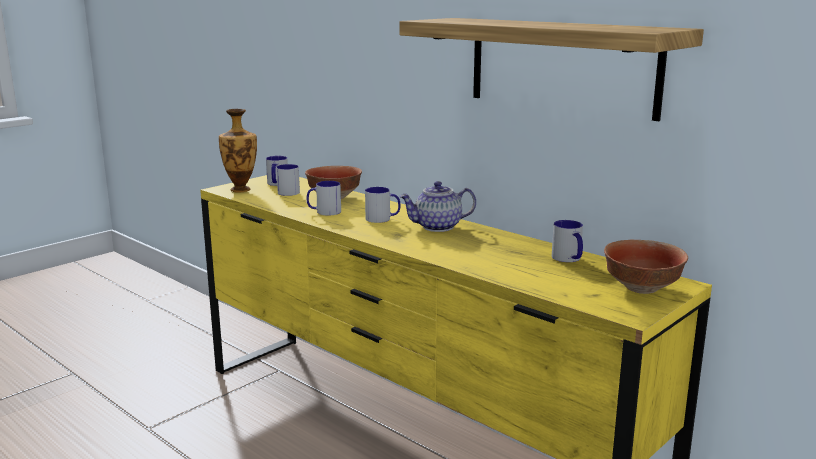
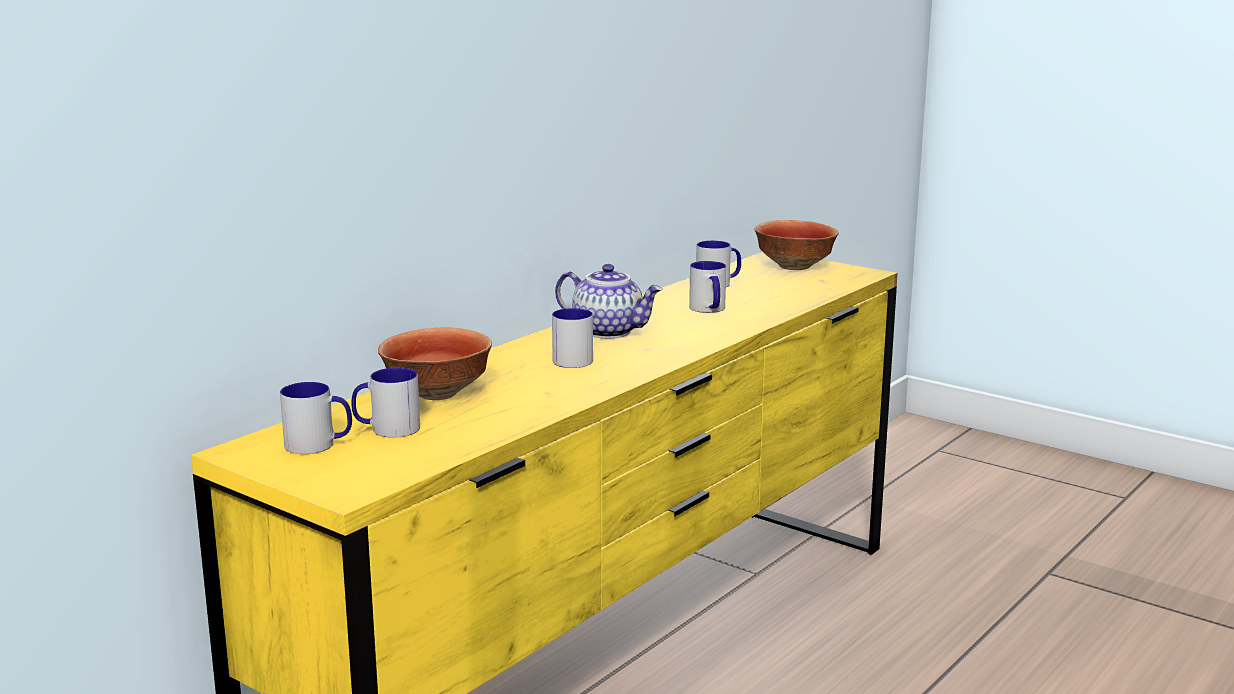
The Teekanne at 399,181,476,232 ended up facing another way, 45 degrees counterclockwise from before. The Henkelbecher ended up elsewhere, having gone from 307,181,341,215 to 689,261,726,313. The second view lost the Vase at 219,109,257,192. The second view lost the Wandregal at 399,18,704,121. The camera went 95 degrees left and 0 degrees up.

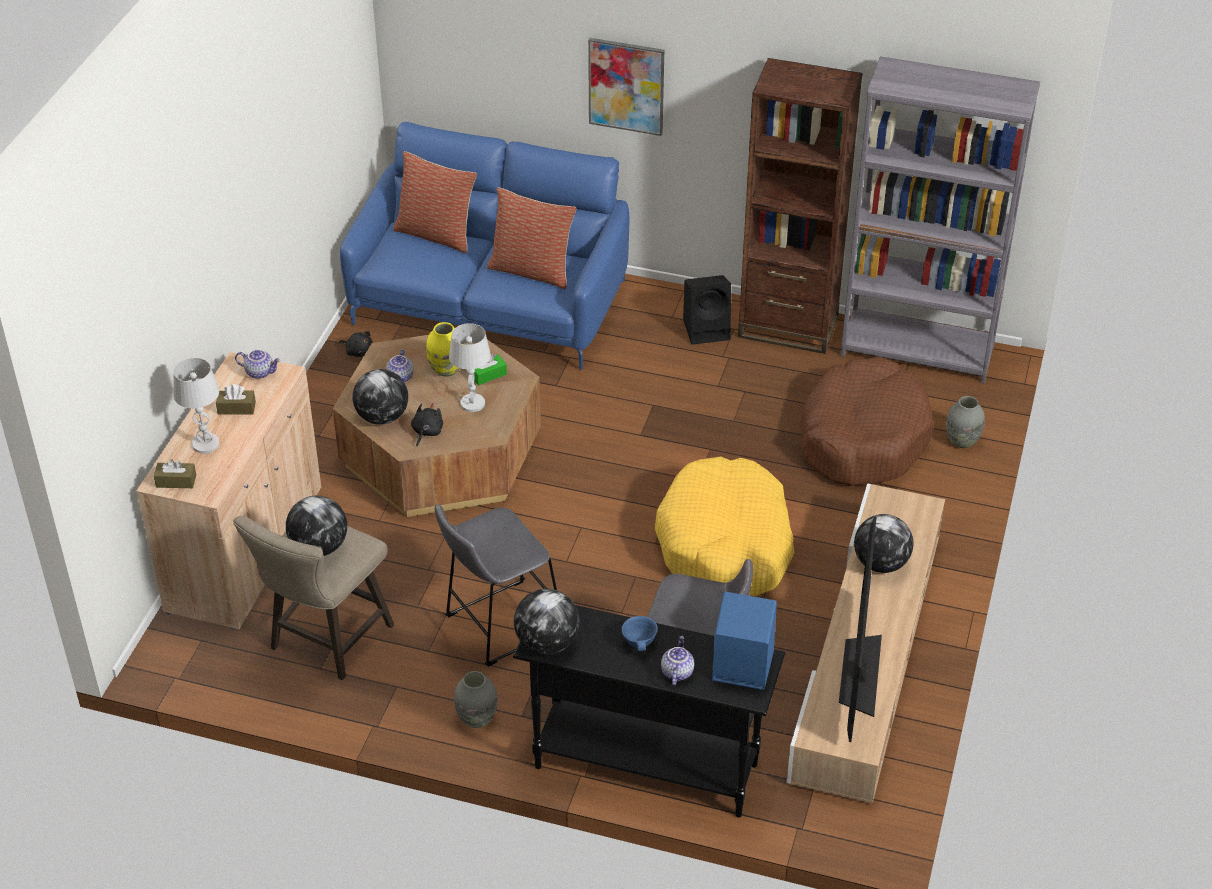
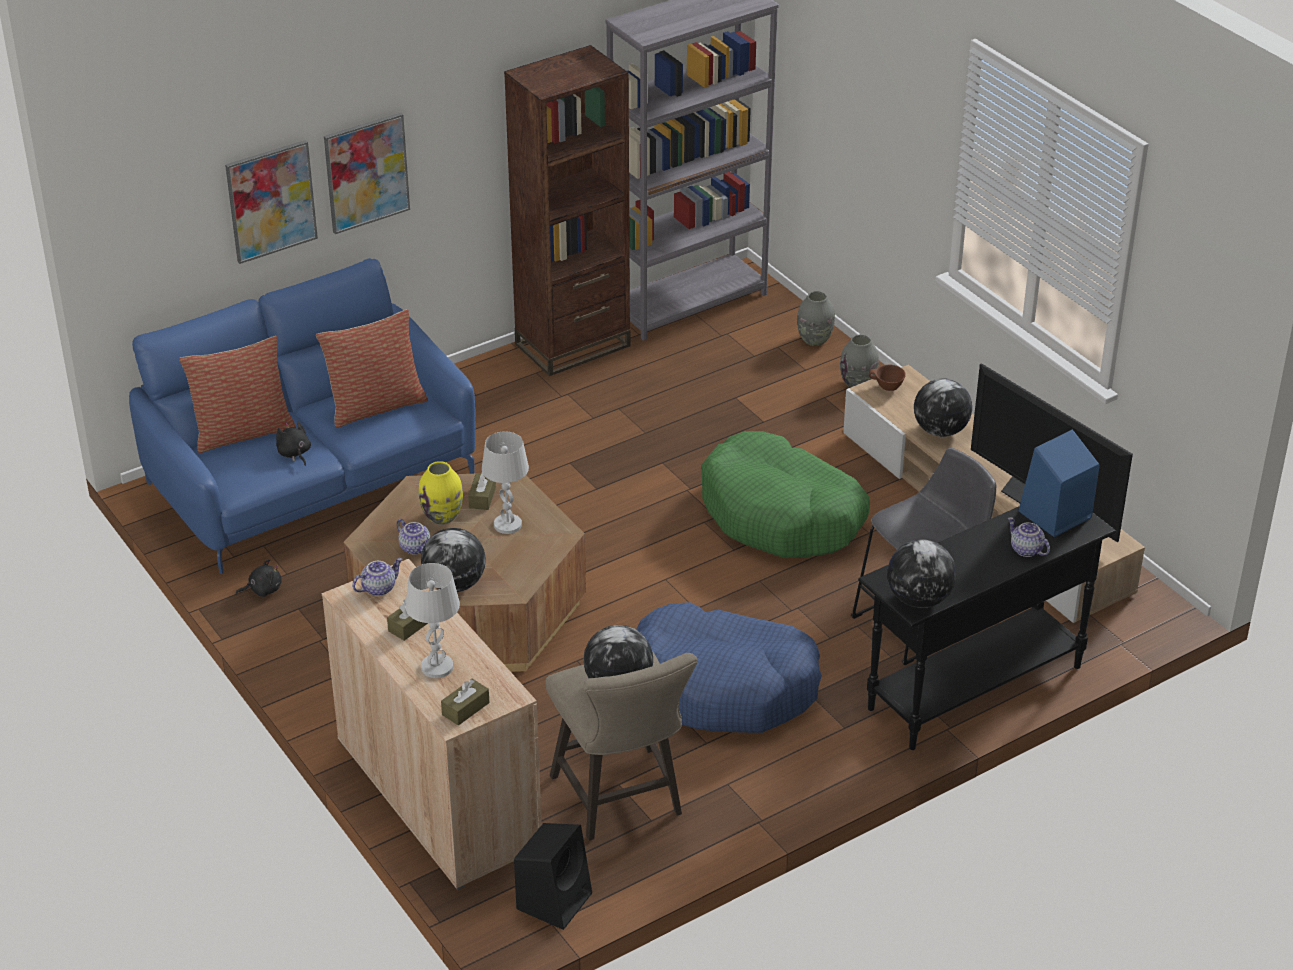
The second view gained the Bild at 225,140,318,264. The Plüschtier (schwarz) ended up elsewhere, having gone from 411,403,443,446 to 276,422,311,466. What was the Taschentuchbox (grün) at 474,354,507,386 turned into the Taschentuchbox (braun) at 468,473,496,510. The Lautsprecher (schwarz) ended up elsewhere, having gone from 683,275,731,345 to 514,823,592,930. Where the Hocker (grau) stood at 435,504,557,667, the Hundebett (blau) came to stand at 637,602,822,733. What was the Hundebett (gelb) at 655,456,795,596 turned into the Hundebett (grün) at 701,431,870,558. The Vase (grau) ended up elsewhere, having gone from 454,671,498,728 to 840,335,879,388. The second view gained the Schüssel (braun) at 869,365,906,391. The second view lost the Schüssel (blau) at 621,616,658,651. The second view lost the Hundebett (braun) at 801,357,934,486. The camera went 50 degrees left and 5 degrees down.

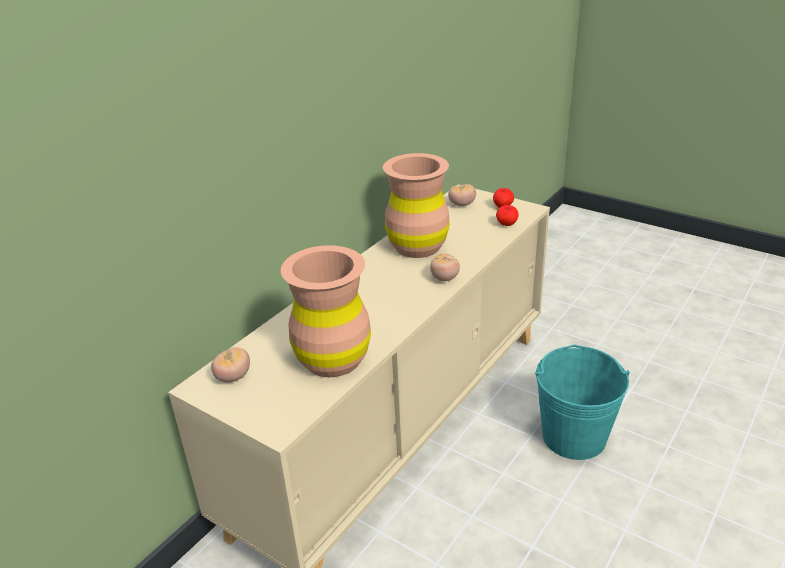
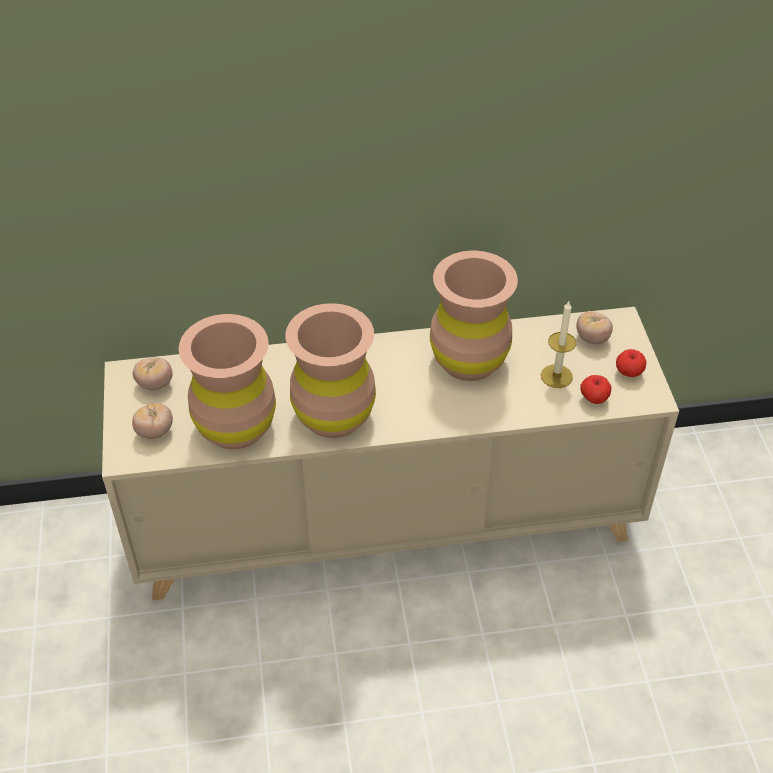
The Tomate ended up elsewhere, having gone from 430,254,460,281 to 132,403,173,439. The second view gained the Vase (braun) at 286,303,376,438. The second view gained the Kerze at 541,301,576,388. The second view lost the Eimer (türkis) at 535,345,630,460. The camera went 45 degrees right and 15 degrees up.

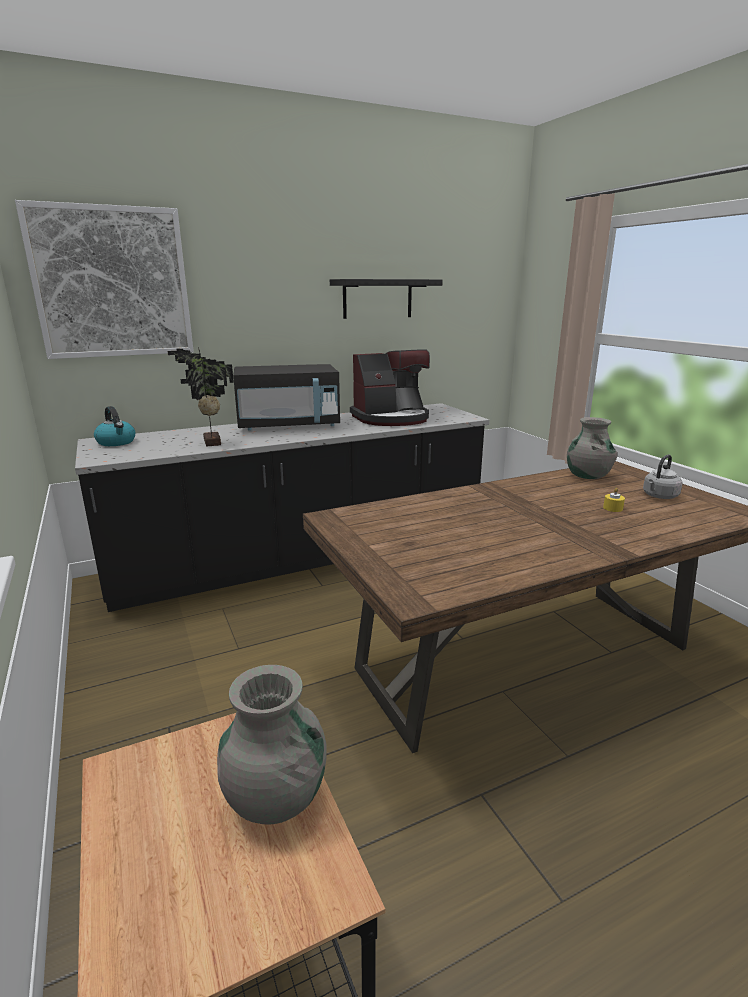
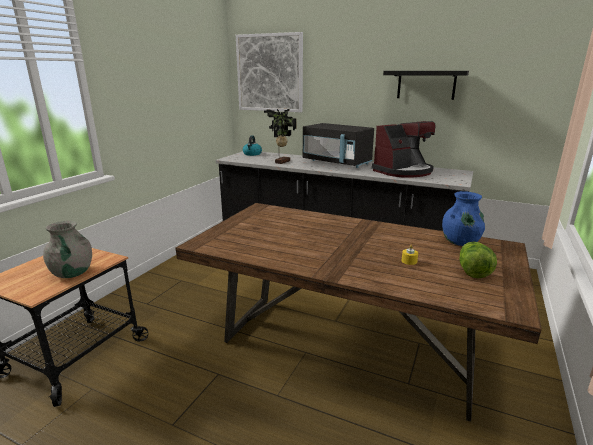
The Kaffeemaschine at 350,349,430,426 ended up facing another way, 60 degrees counterclockwise from before. What was the Vase (grau) at 567,417,618,479 turned into the Vase (blau) at 442,191,485,246. Where the Wasserkessel (grau) stood at 643,455,683,499, the Salatkopf came to stand at 459,242,497,278. The camera went 50 degrees right and 0 degrees up.

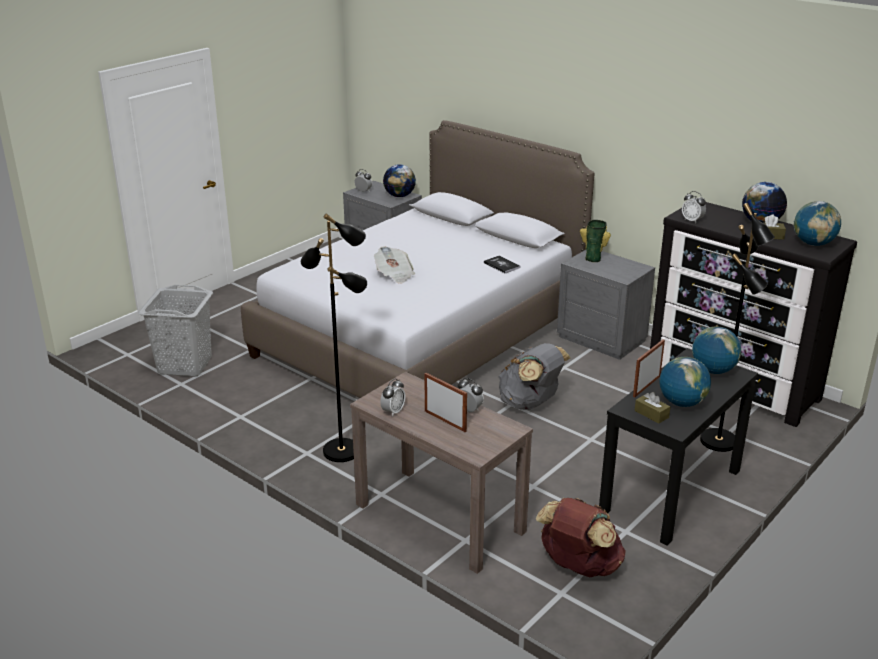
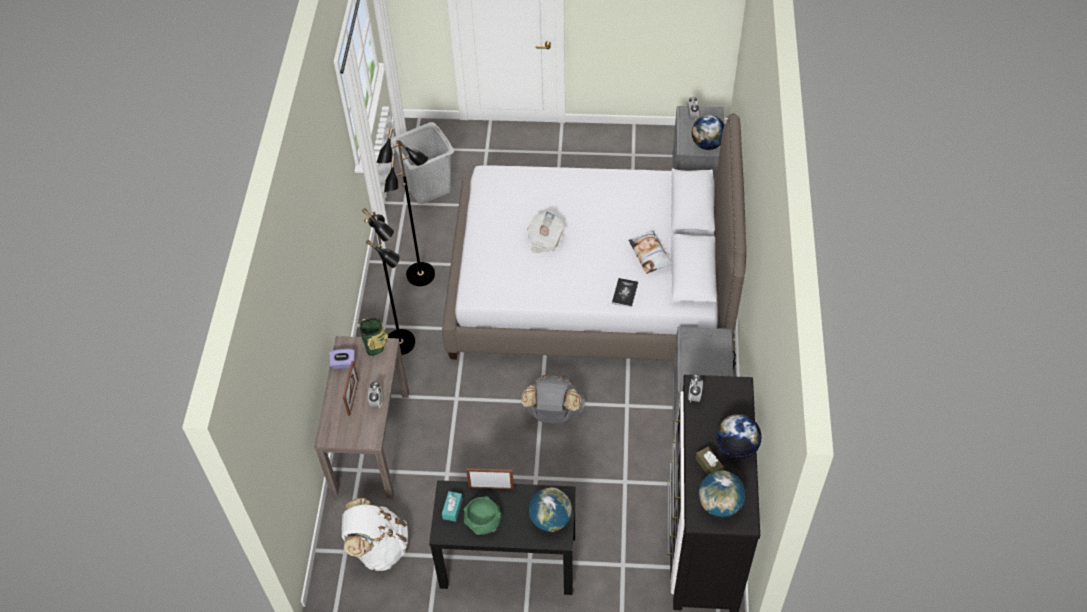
Where the Wecker stood at 380,378,405,417, the Taschentuchbox (lila) came to stand at 329,349,355,369. What was the Rucksack (braun) at 536,498,626,577 turned into the Rucksack (weiß) at 342,498,408,571. The Vase ended up elsewhere, having gone from 580,220,611,262 to 359,318,388,356. The Stehlampe (schwarz) ended up elsewhere, having gone from 700,203,775,452 to 377,128,435,286. What was the Taschentuchbox (braun) at 634,392,671,424 turned into the Taschentuchbox (türkis) at 442,491,463,522. Where the Globus stood at 660,357,711,407, the Schüssel (grün) came to stand at 464,496,501,535. The second view gained the Kissen at 628,230,672,274. The camera went 55 degrees right and 25 degrees up.

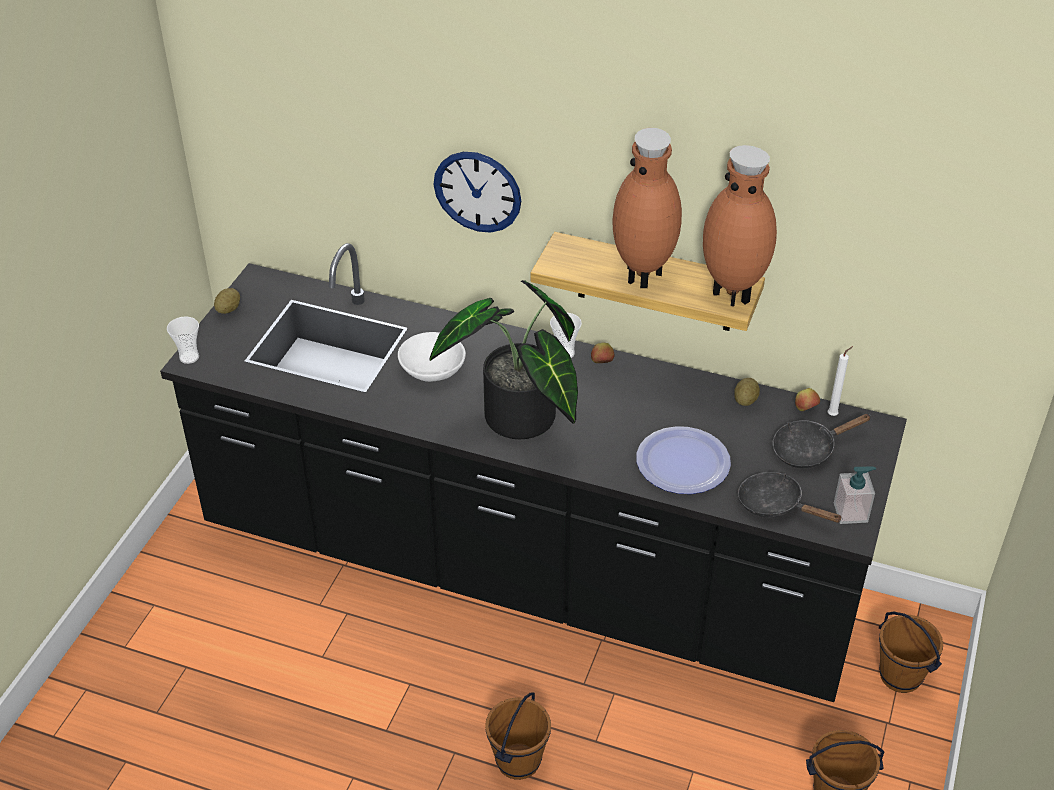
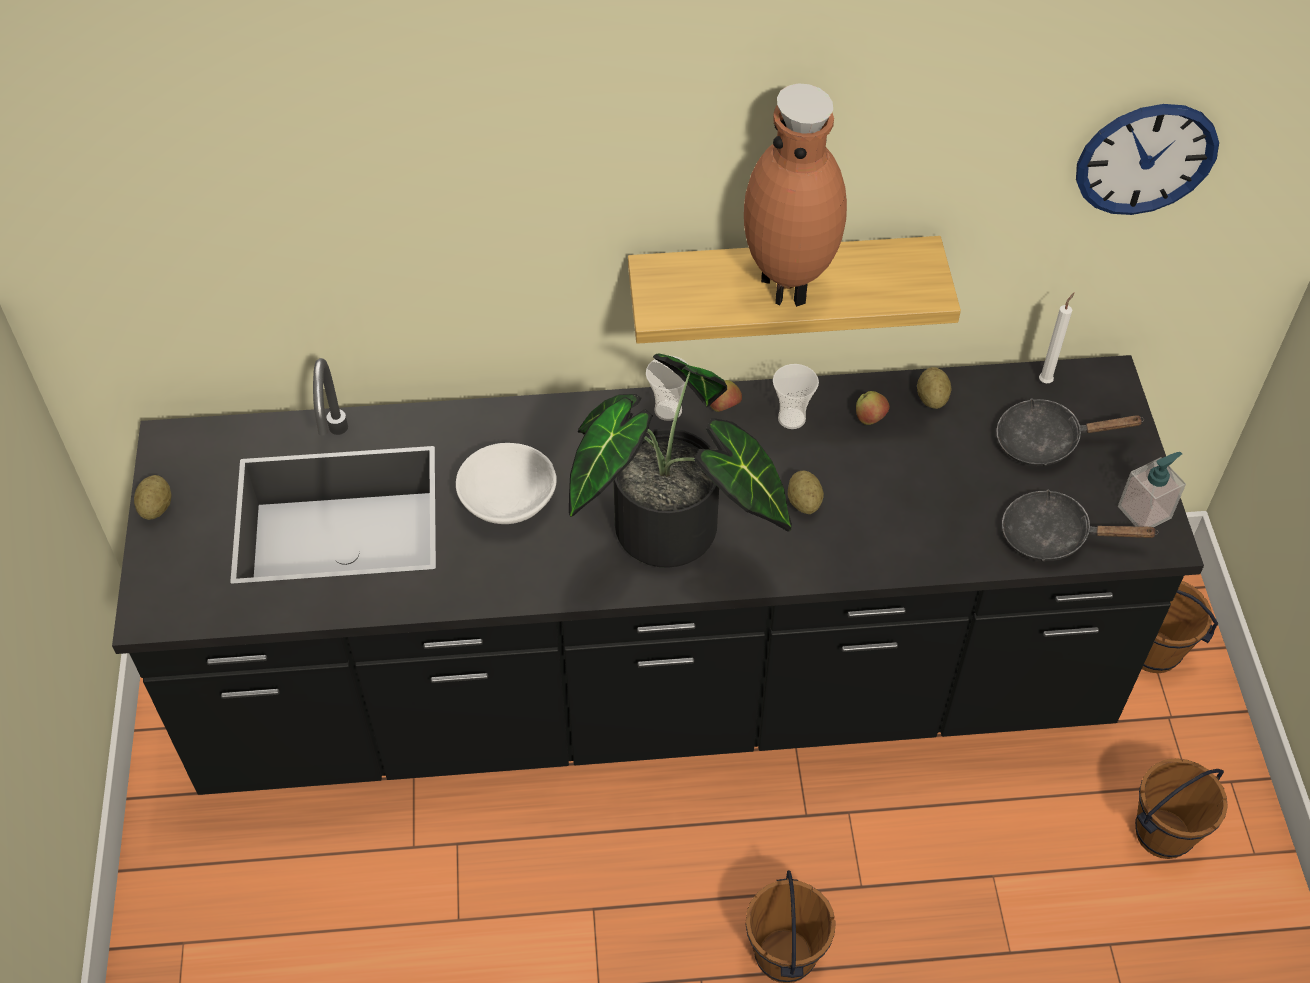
The Tasse ended up elsewhere, having gone from 167,316,199,364 to 773,364,819,429. The second view gained the Kartoffel at 788,471,824,514. The Apfel ended up elsewhere, having gone from 795,388,820,411 to 856,391,890,425. The Pfanne (schwarz) at 773,414,871,468 ended up facing another way, 45 degrees clockwise from before. The Wanduhr ended up elsewhere, having gone from 433,152,521,233 to 1076,104,1219,215. The second view lost the Teller at 636,426,731,494. The second view lost the Vase (braun) at 703,145,777,306. The camera went 25 degrees left and 10 degrees up.

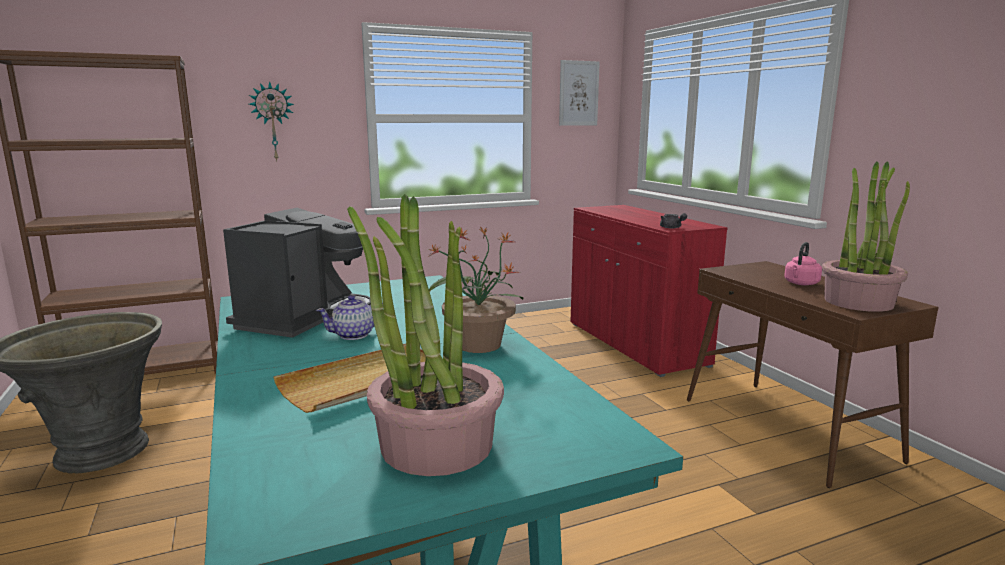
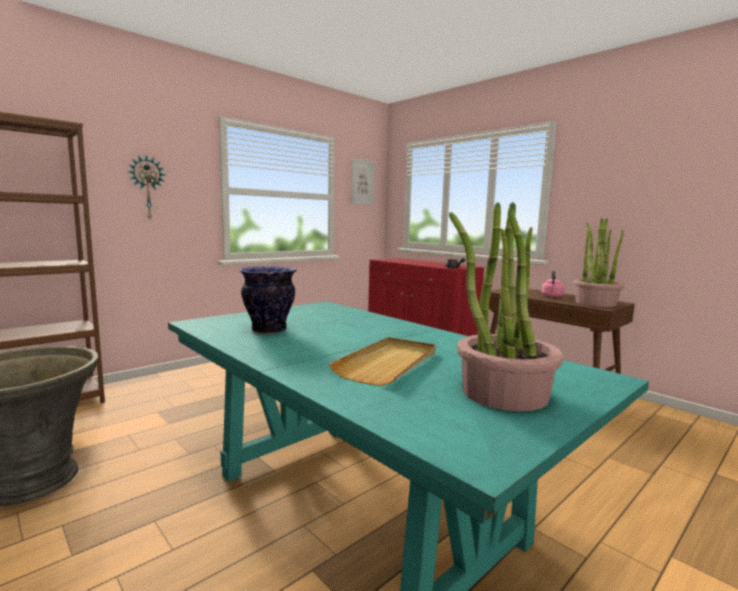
Where the Kaffeemaschine stood at 223,208,371,338, the Vase came to stand at 239,266,297,334. The second view lost the Teekanne at 316,295,383,340. The second view lost the Topfpflanze at 428,227,523,353. The camera went 20 degrees left and 5 degrees down.

